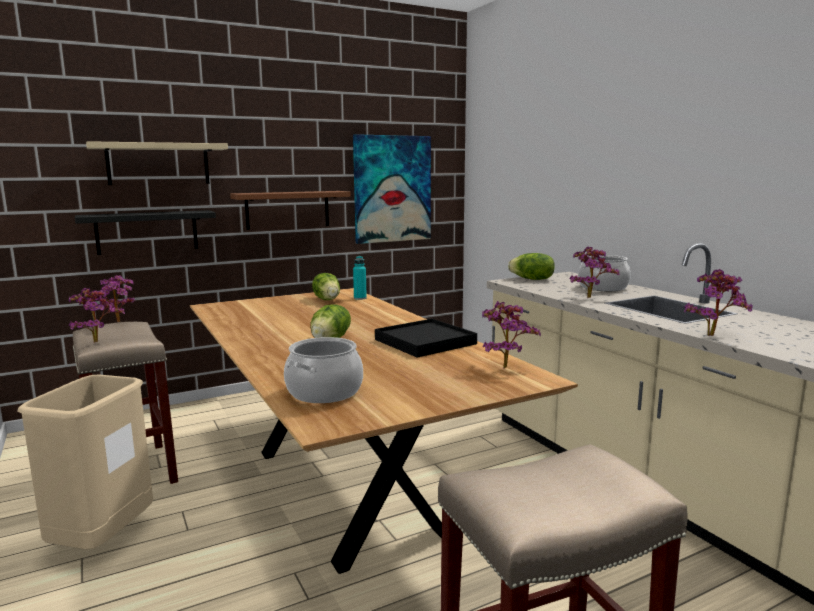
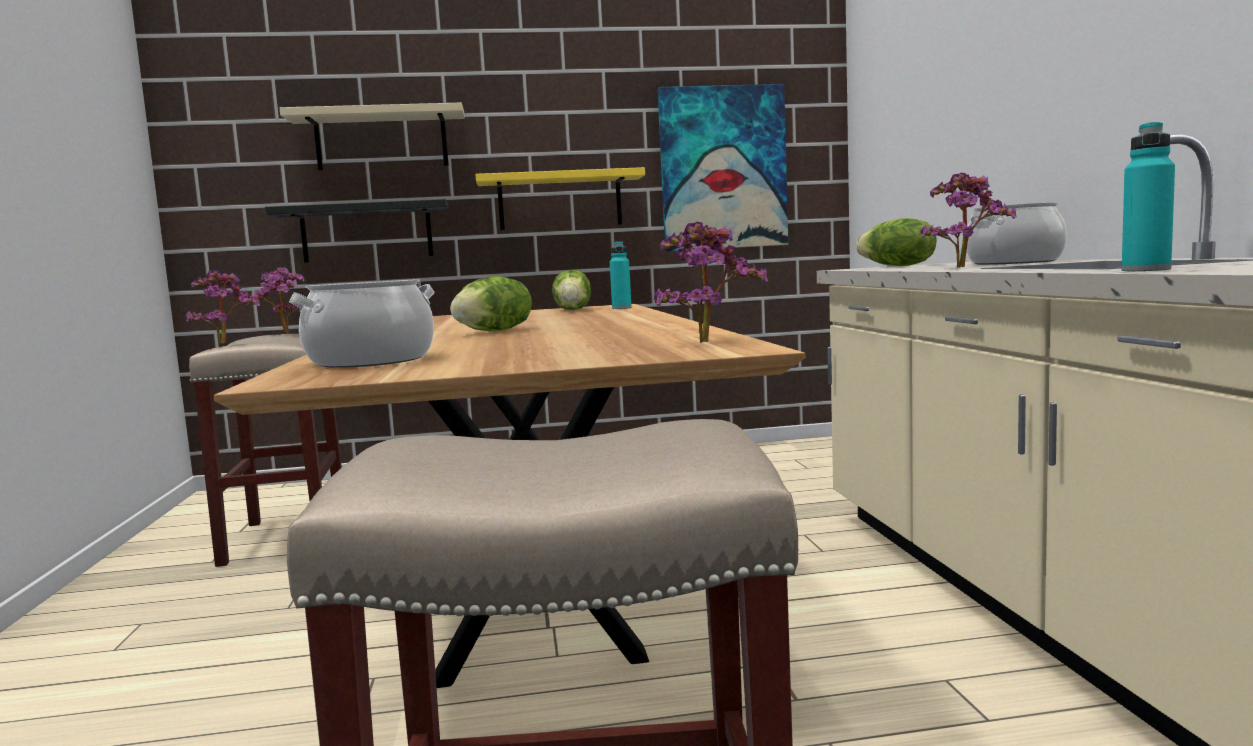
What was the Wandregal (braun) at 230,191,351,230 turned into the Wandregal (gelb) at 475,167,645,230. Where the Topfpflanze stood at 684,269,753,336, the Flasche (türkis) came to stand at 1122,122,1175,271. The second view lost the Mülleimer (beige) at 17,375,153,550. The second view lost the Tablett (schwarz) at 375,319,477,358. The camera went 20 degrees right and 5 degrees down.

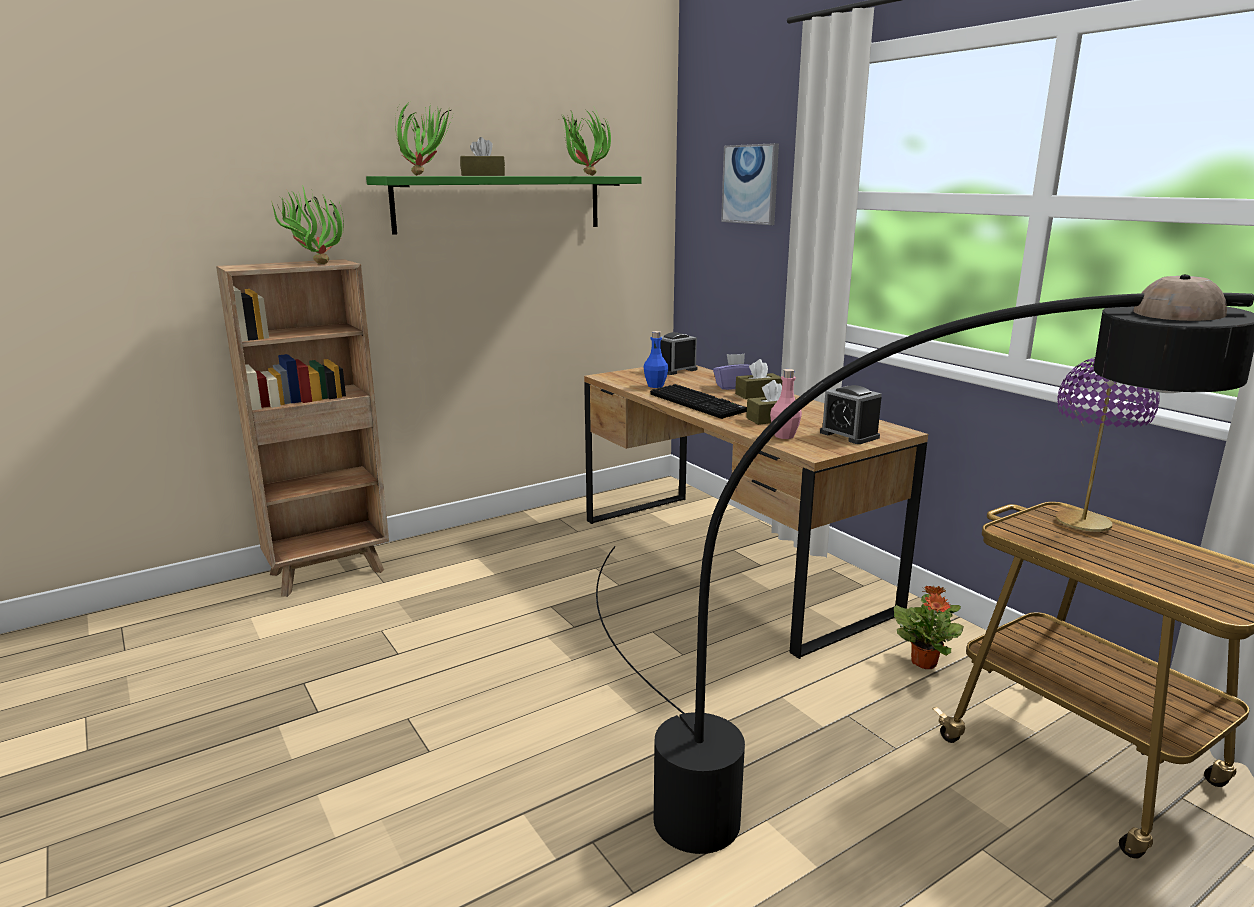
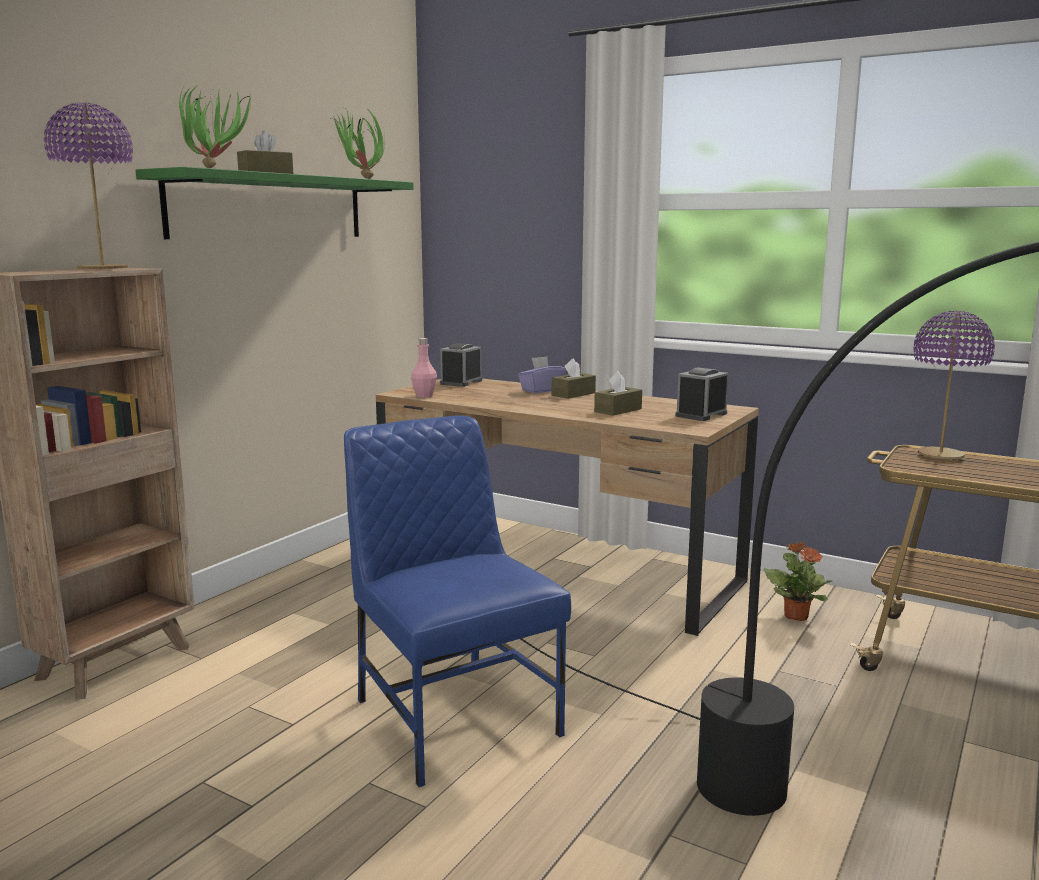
Where the Topfpflanze stood at 271,185,344,264, the Tischlampe (lila) came to stand at 44,102,133,270. The second view gained the Stuhl (blau) at 344,416,571,787. The Flasche (rosa) ended up elsewhere, having gone from 770,369,802,439 to 411,338,437,398. The Wecker at 820,385,882,444 ended up facing another way, 105 degrees clockwise from before. The second view lost the Flasche (blau) at 643,331,668,388. The second view lost the Tastatur at 650,384,747,419. The second view lost the Bild at 721,143,779,225. The camera went 25 degrees left and 5 degrees down.

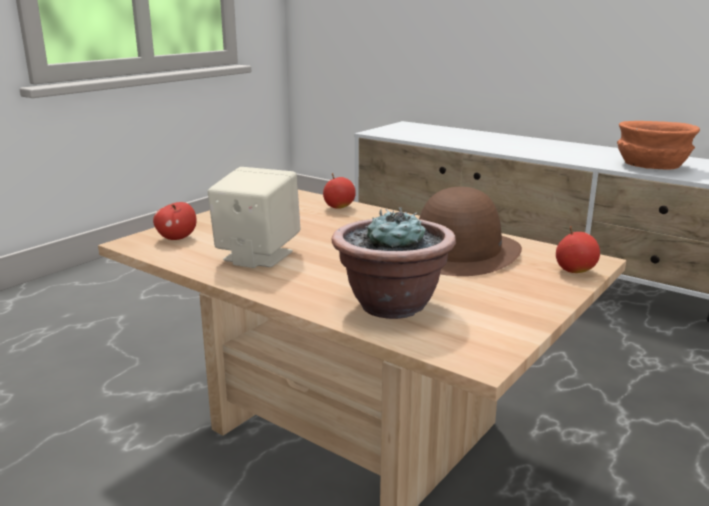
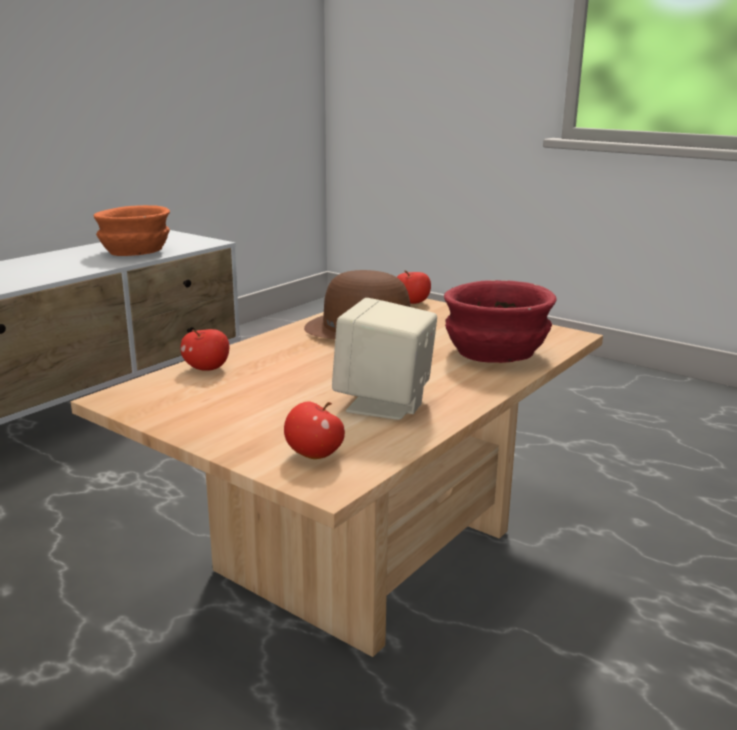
Where the Topfpflanze stood at 331,207,456,319, the Schüssel (rot) came to stand at 444,280,557,363. The camera went 90 degrees left and 0 degrees up.

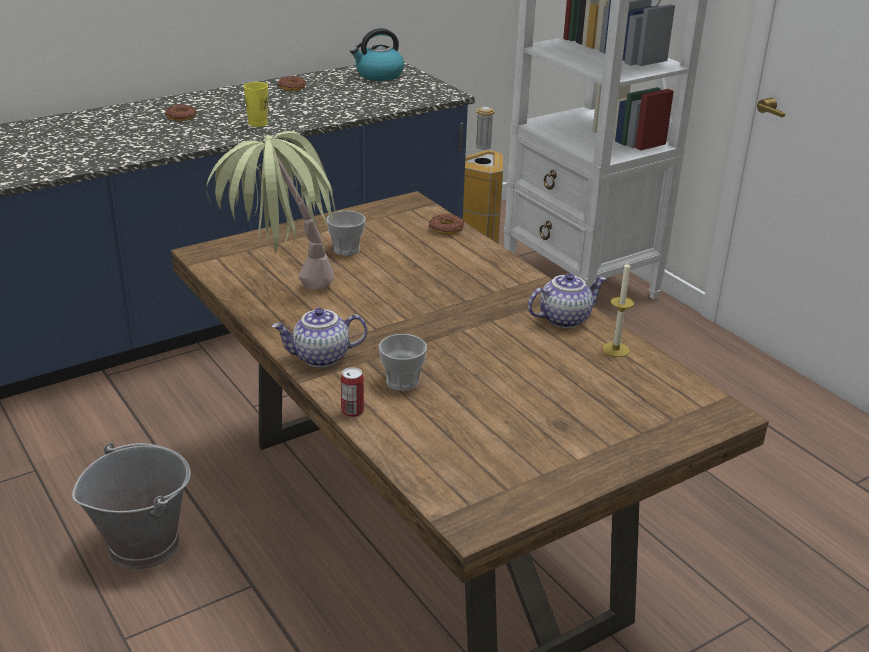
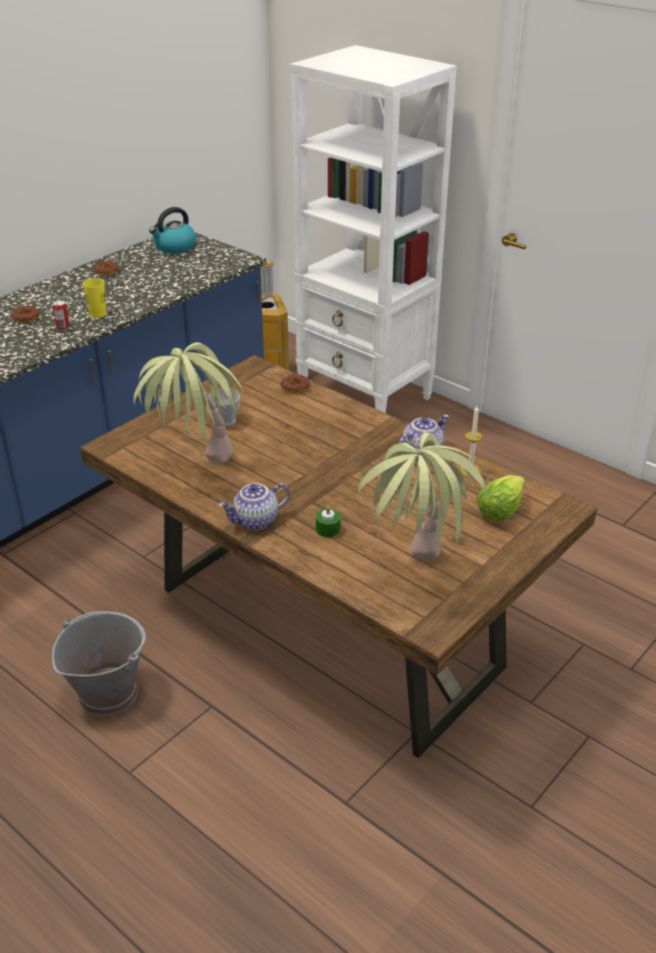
The Dose ended up elsewhere, having gone from 341,367,364,418 to 53,300,70,331. Where the Tasse stood at 379,334,427,391, the Kerze (grün) came to stand at 316,506,341,537. The second view gained the Topfpflanze at 358,432,489,560. The second view gained the Salatkopf at 477,475,525,521. The camera went 15 degrees left and 5 degrees up.

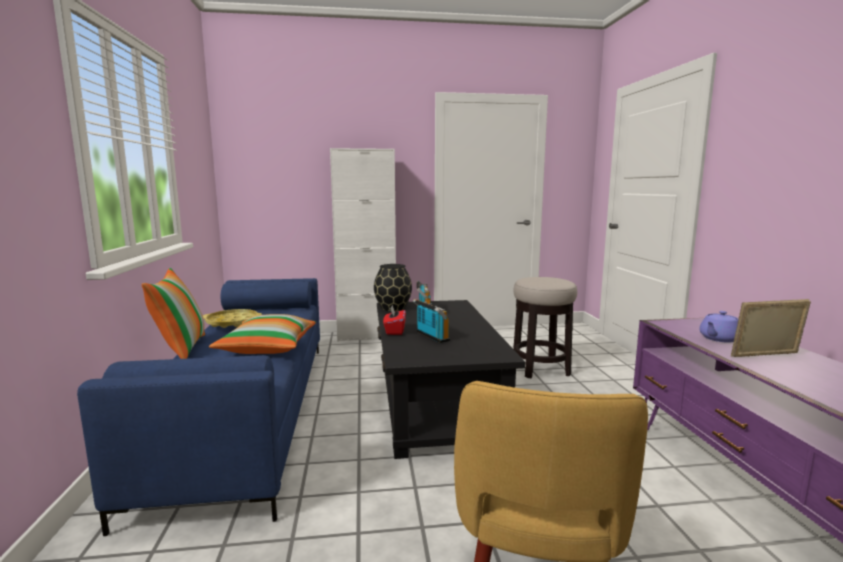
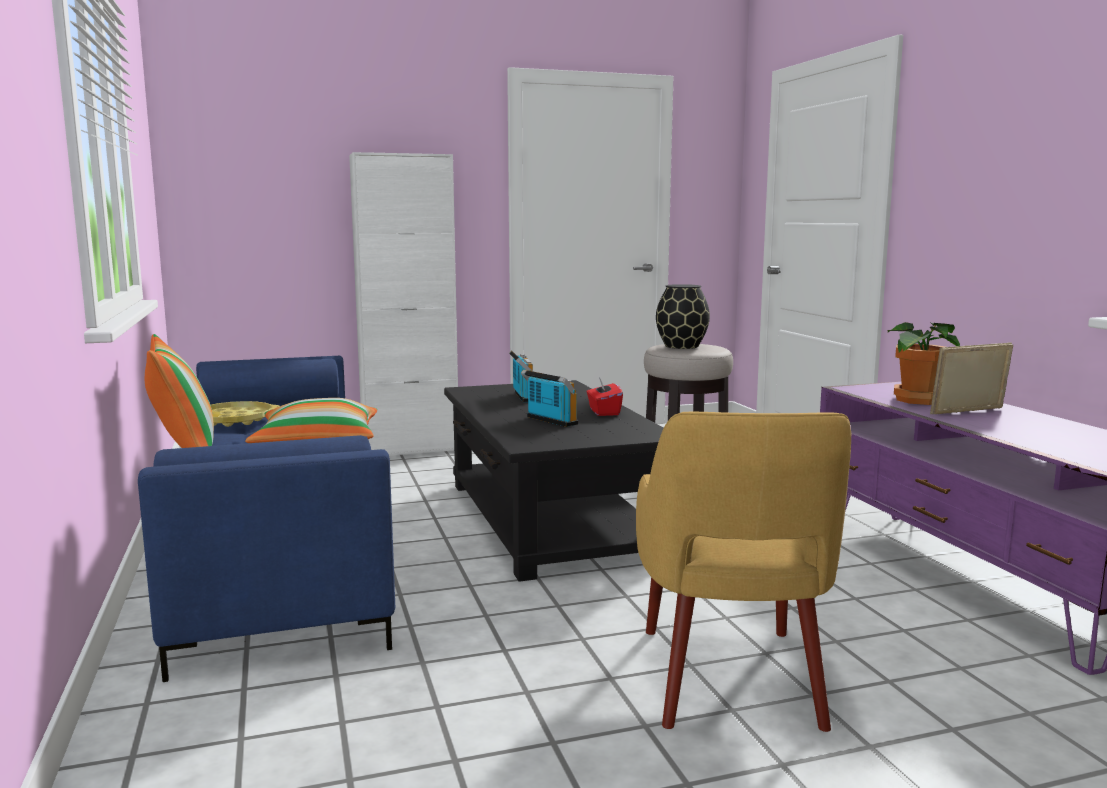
The Taschentuchbox (rot) ended up elsewhere, having gone from 383,305,406,335 to 587,377,623,416. The Vase (schwarz) ended up elsewhere, having gone from 374,264,412,311 to 656,284,710,349. Where the Teekanne (lila) stood at 699,311,738,343, the Topfpflanze came to stand at 888,322,960,405. The camera went 10 degrees left and 0 degrees up.

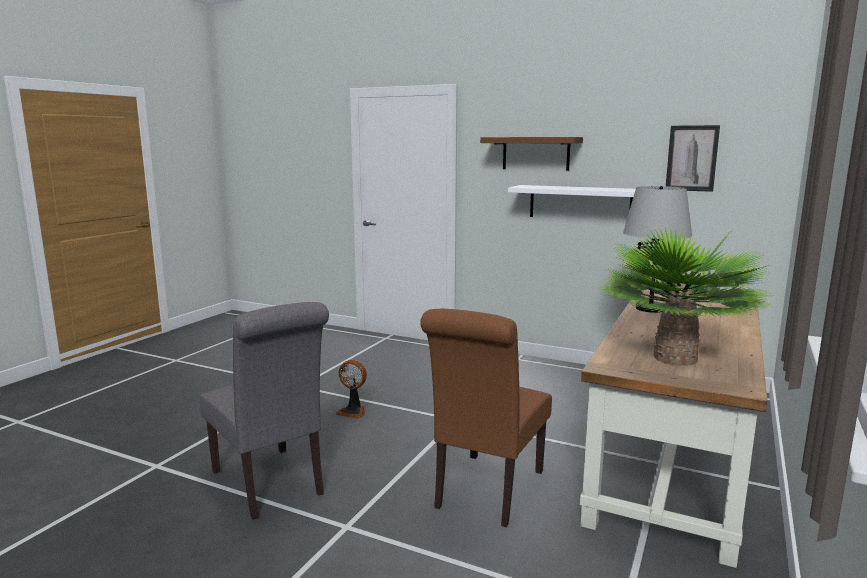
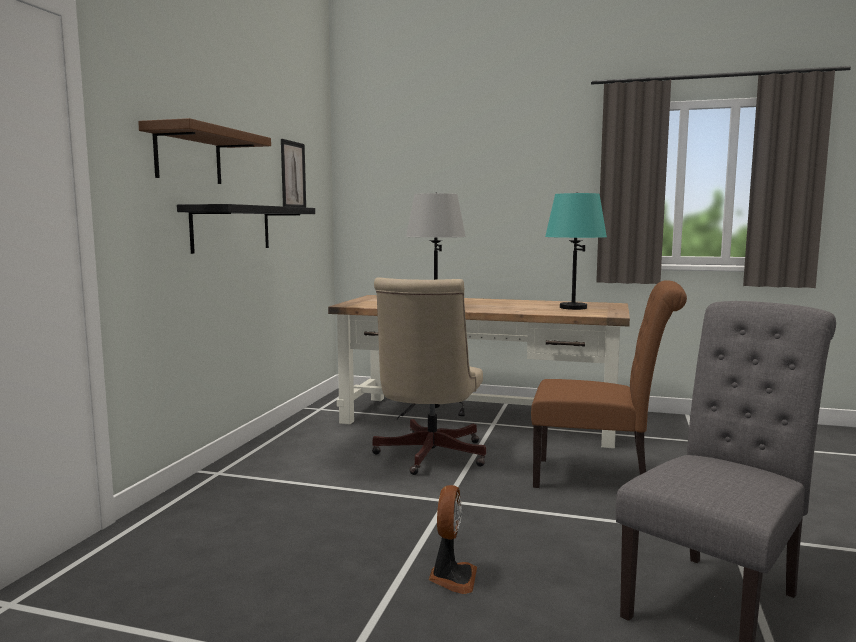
What was the Wandregal (weiß) at 508,185,636,217 turned into the Wandregal (schwarz) at 177,204,315,254. The second view gained the Bürostuhl (beige) at 372,277,486,475. Where the Topfpflanze stood at 600,228,775,366, the Tischlampe (türkis) came to stand at 545,192,607,310. The camera went 100 degrees left and 5 degrees down.

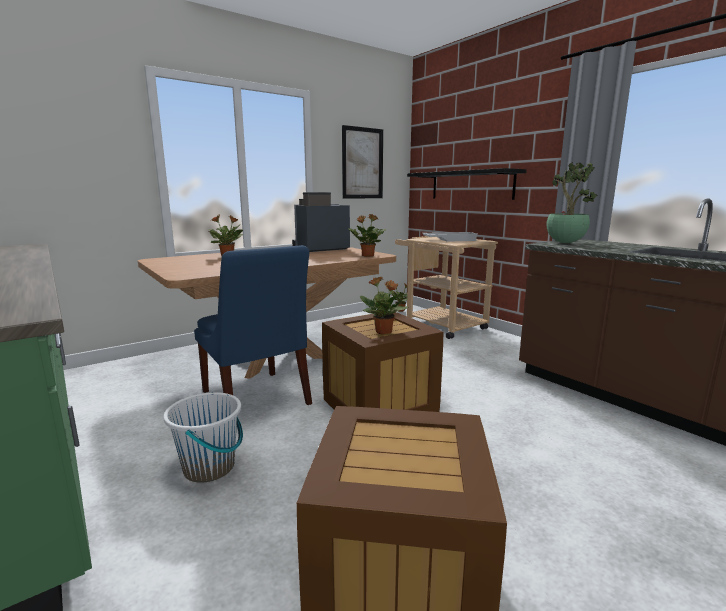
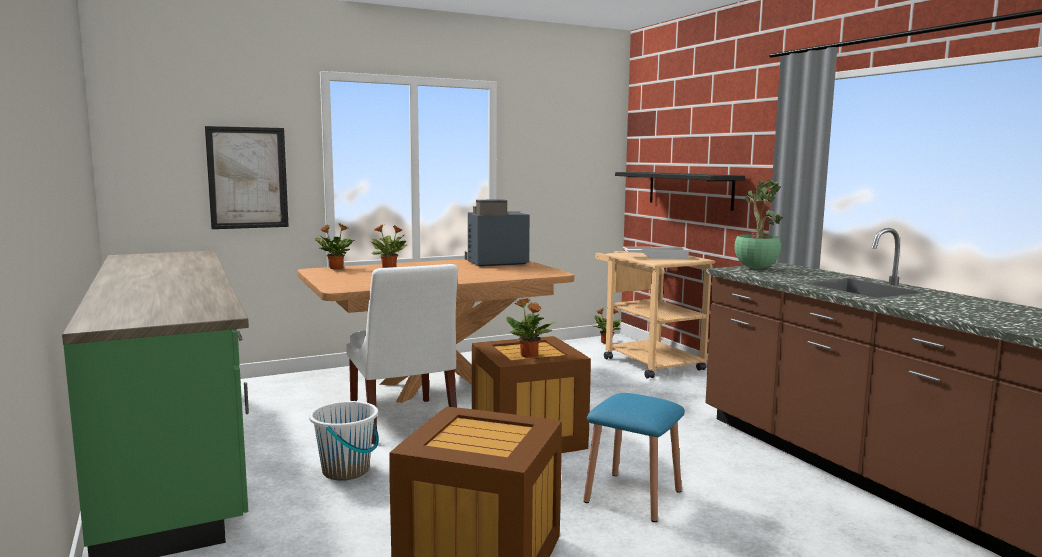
The Bild ended up elsewhere, having gone from 342,125,383,199 to 205,126,289,229. The Topfpflanze ended up elsewhere, having gone from 348,214,386,257 to 315,223,356,269. What was the Stuhl (blau) at 194,245,312,405 turned into the Stuhl (weiß) at 346,264,458,444. The second view gained the Hocker (blau) at 584,393,685,522. The camera went 10 degrees right and 5 degrees down.

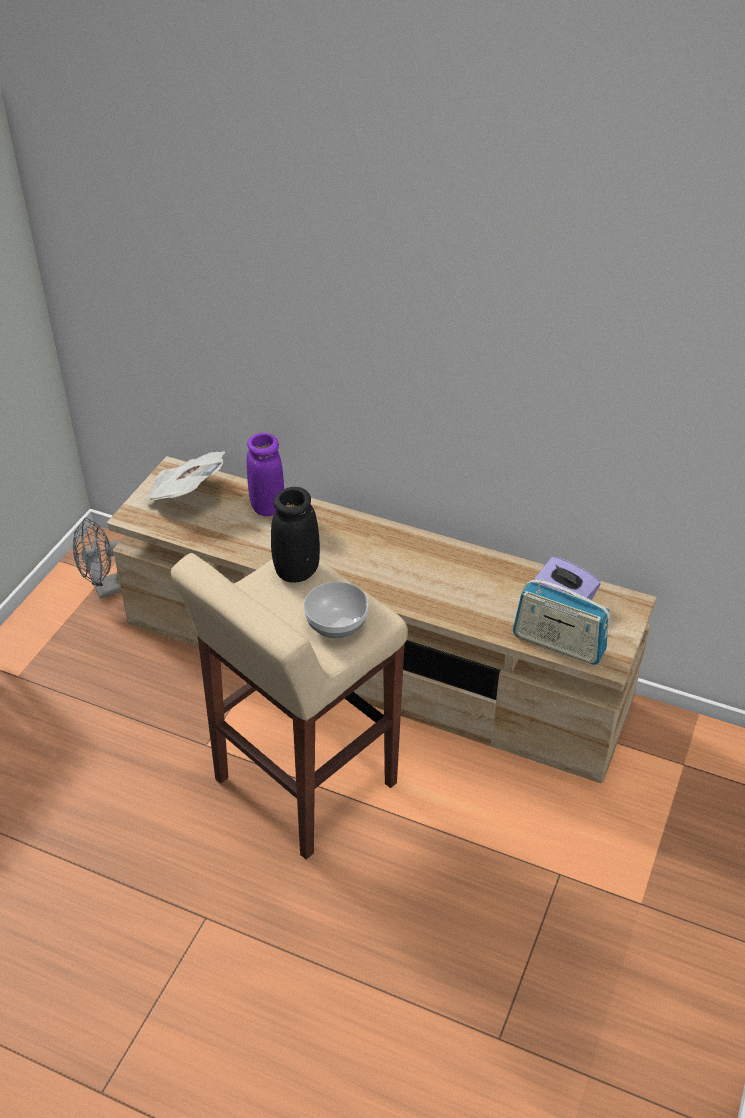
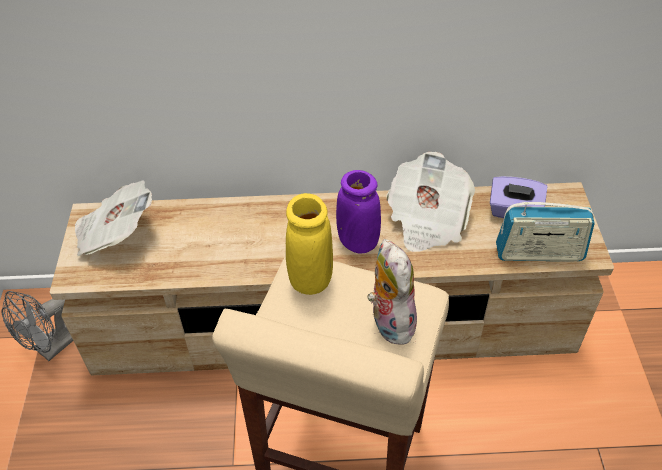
What was the Vase (schwarz) at 271,487,320,582 turned into the Vase (gelb) at 286,193,333,295. The Vase (lila) ended up elsewhere, having gone from 247,433,284,516 to 336,170,381,253. Where the Schüssel stood at 304,582,369,638, the Plüschtier came to stand at 367,239,417,345. The second view gained the Zeitung at 386,152,475,252. The camera went 25 degrees left and 5 degrees up.

